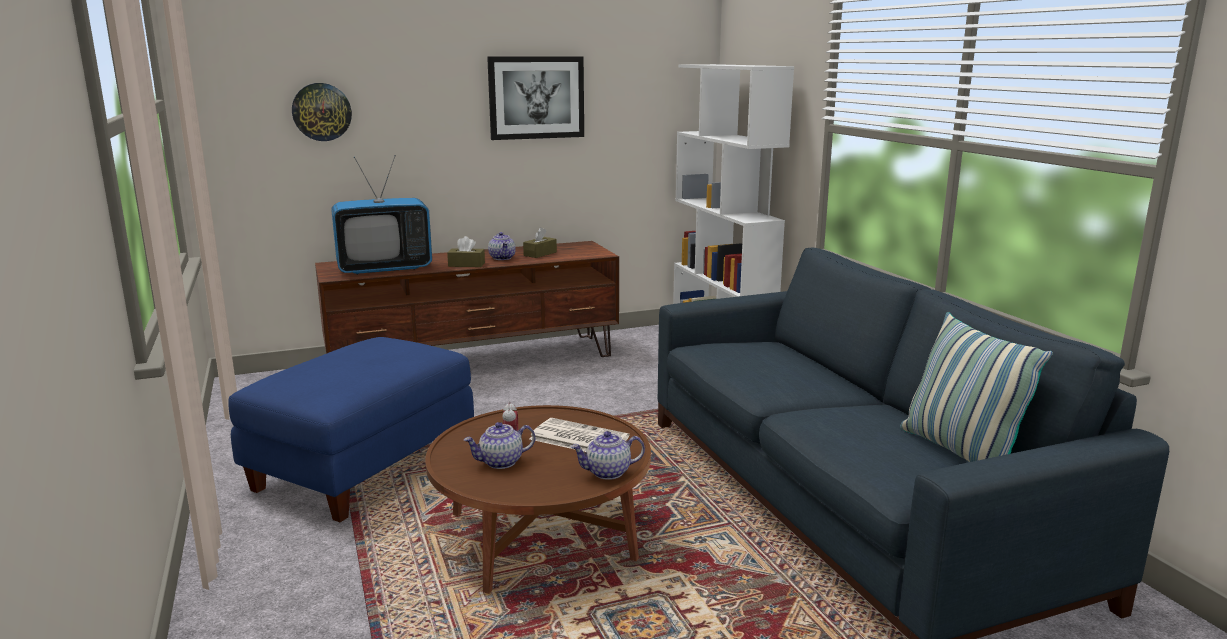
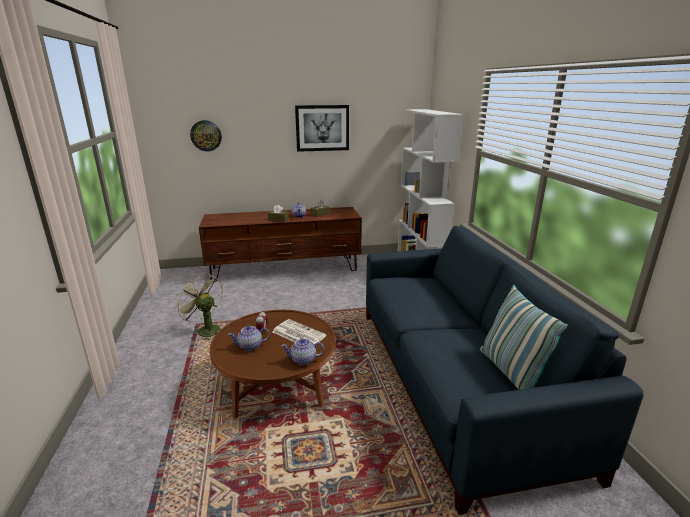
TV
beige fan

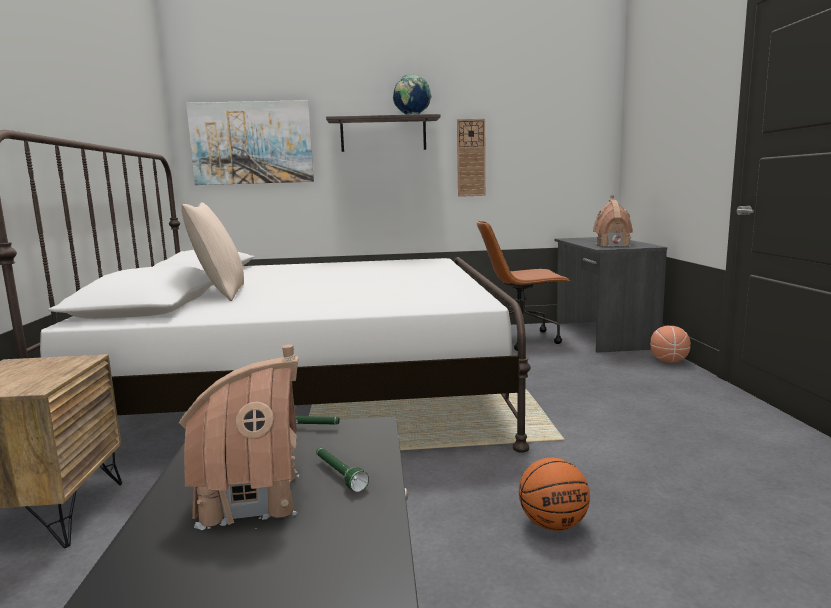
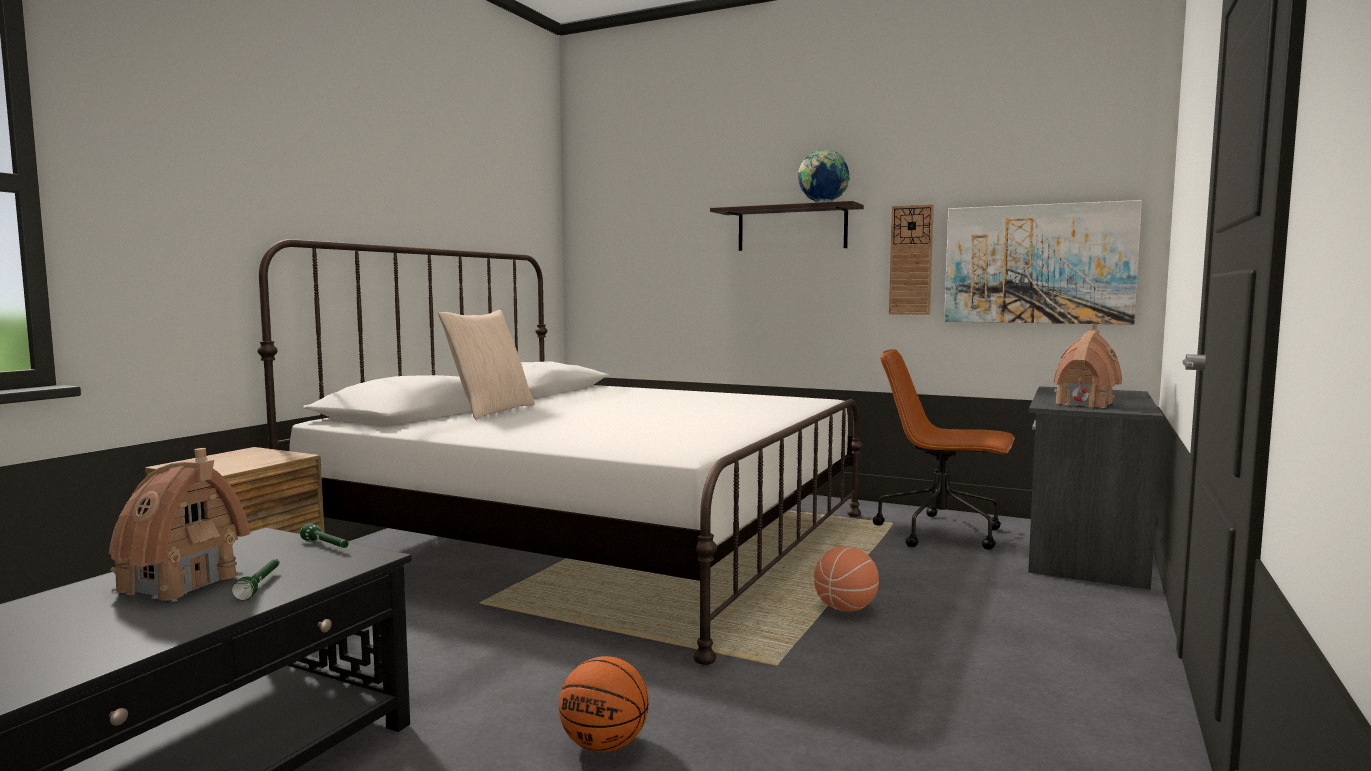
wall art
basketball (no. 2 from left)

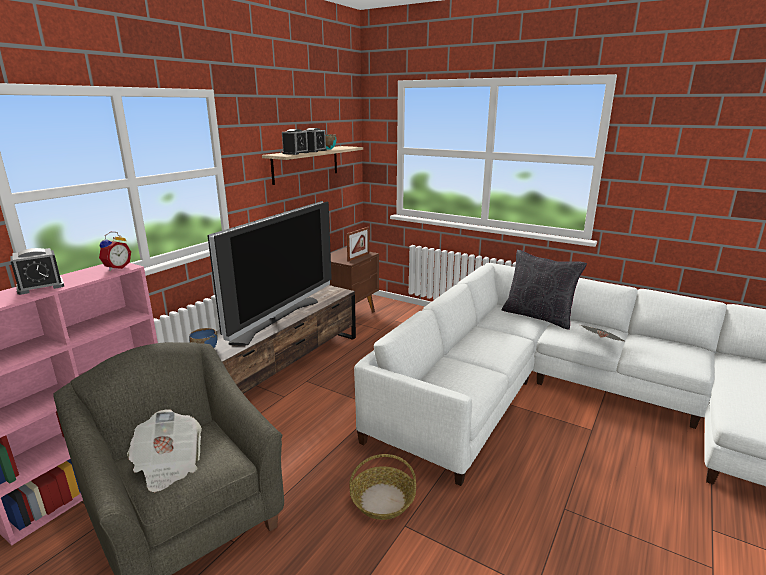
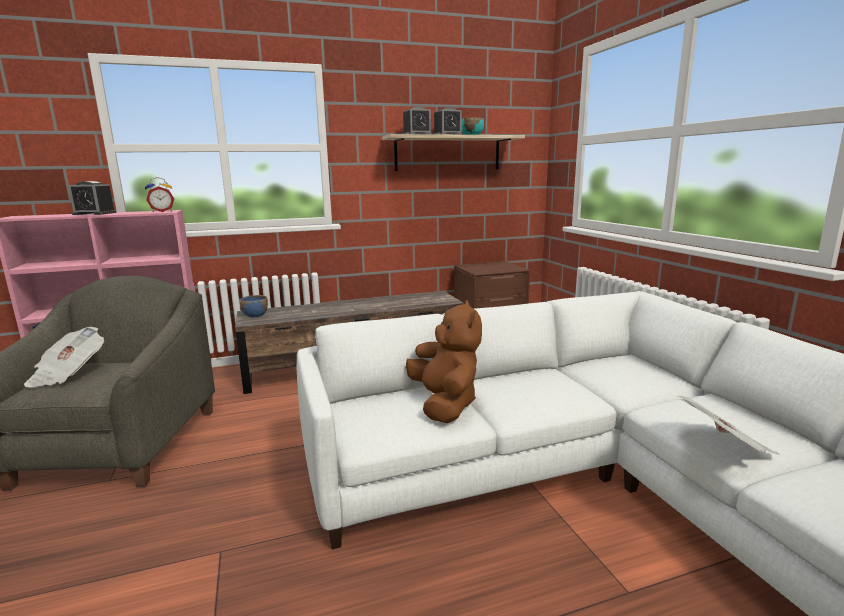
TV
picture frame
basket
black pillow
brown plush toy

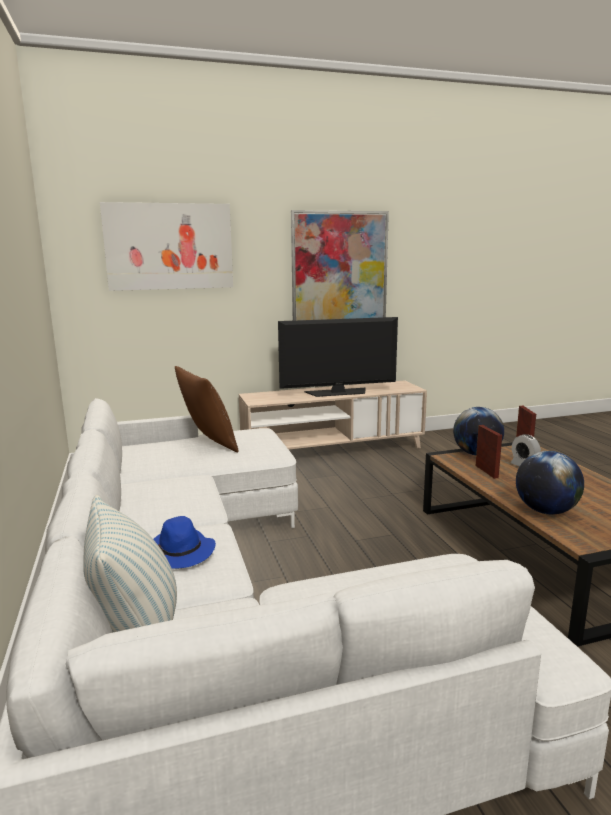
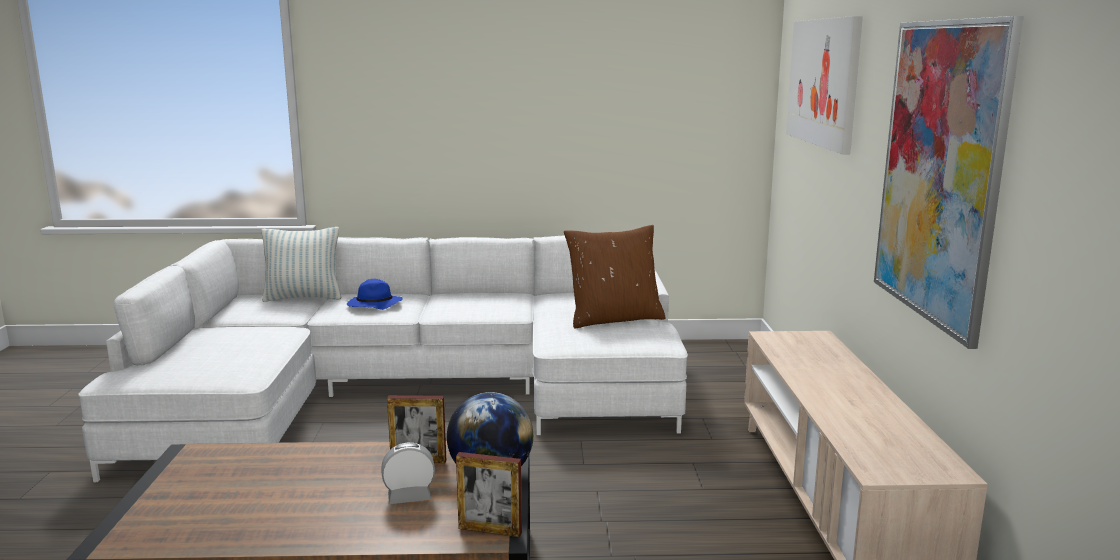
TV
world globe (no. 2 from left in the first image)

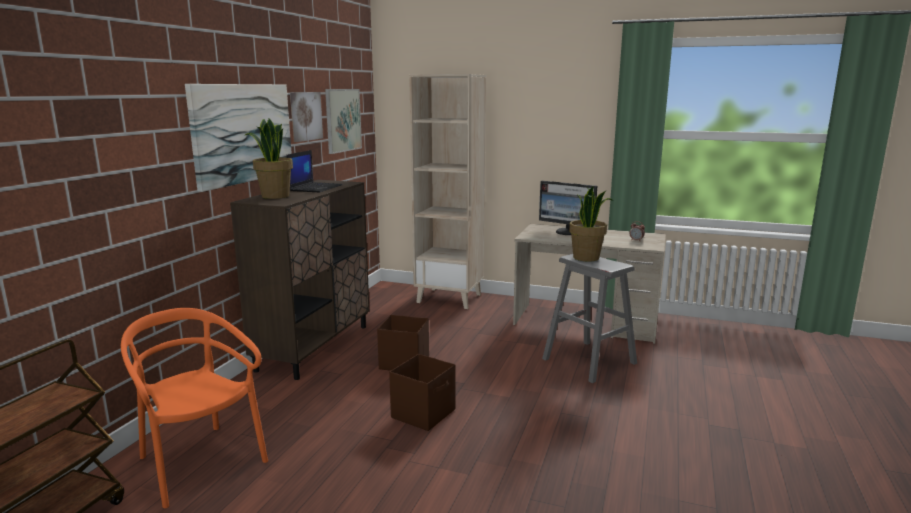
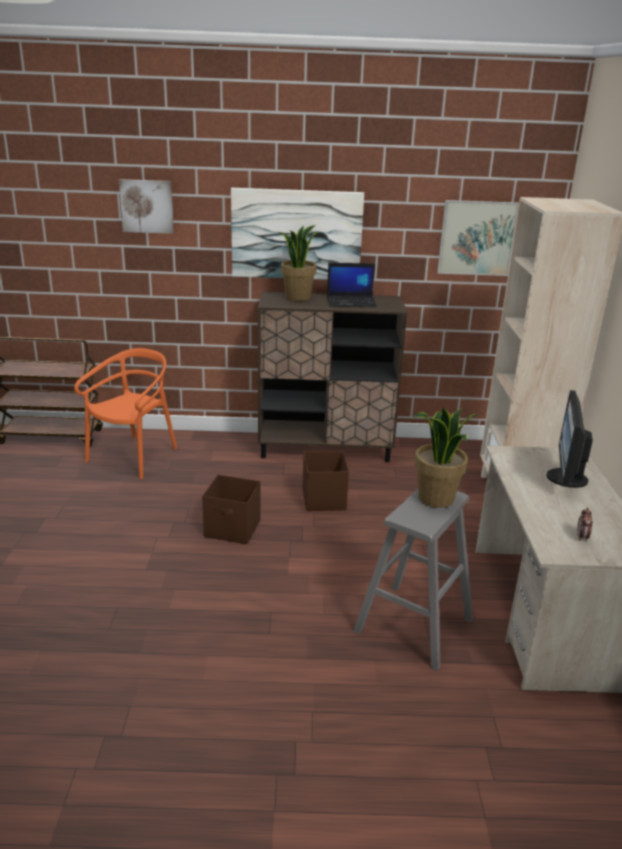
wall art (no. 1 from left)

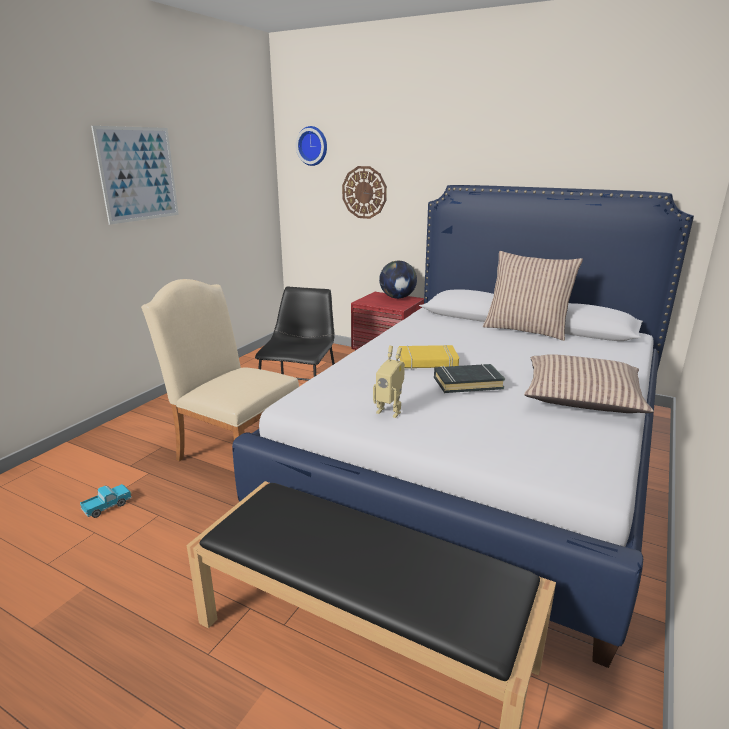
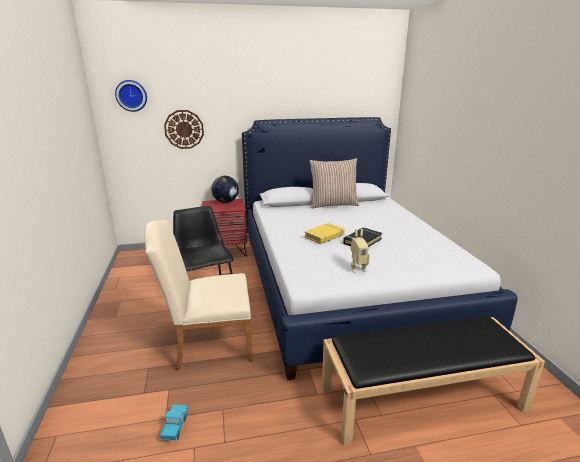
wall art
pillow (no. 2 from left in the first image)

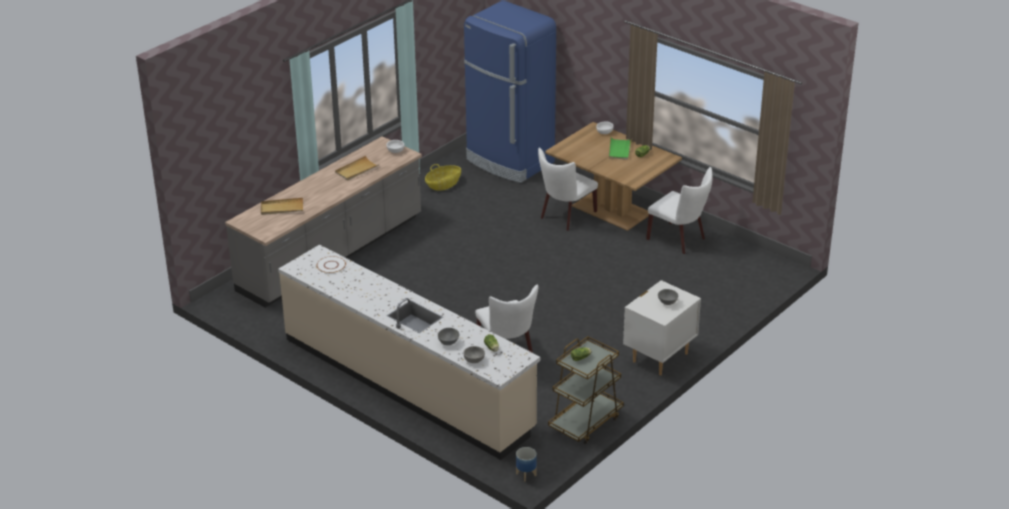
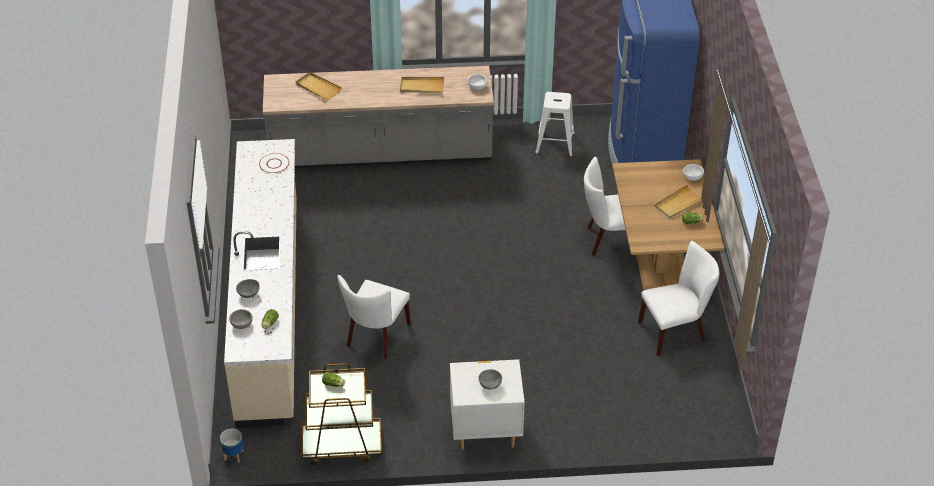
white stool seat
beige tray (no. 3 from left)
white plain chair (no. 3 from left)

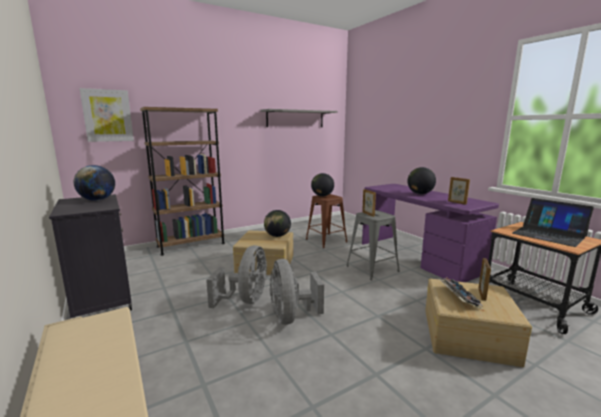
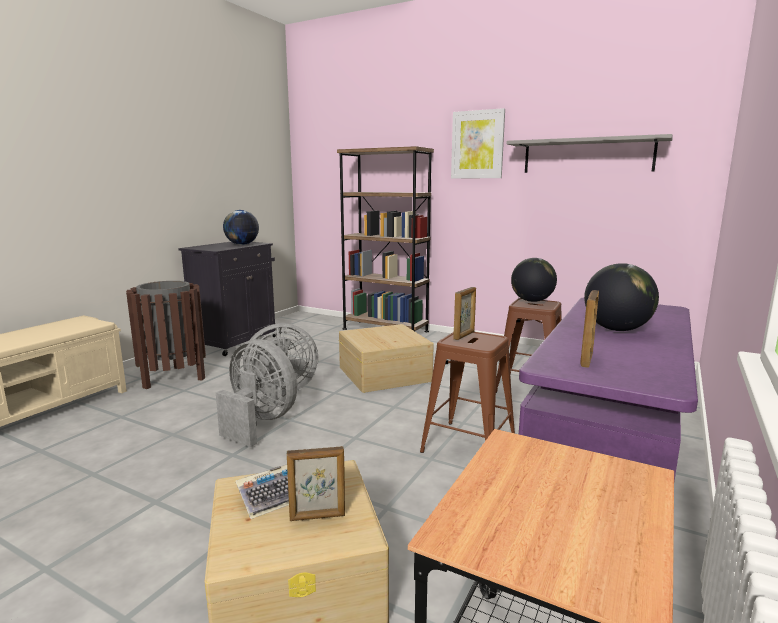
world globe (no. 2 from left in the first image)
notebook computer
brown waste bin
wall art
brown stool seat (no. 1 from left)
greyish fan (no. 1 from left)

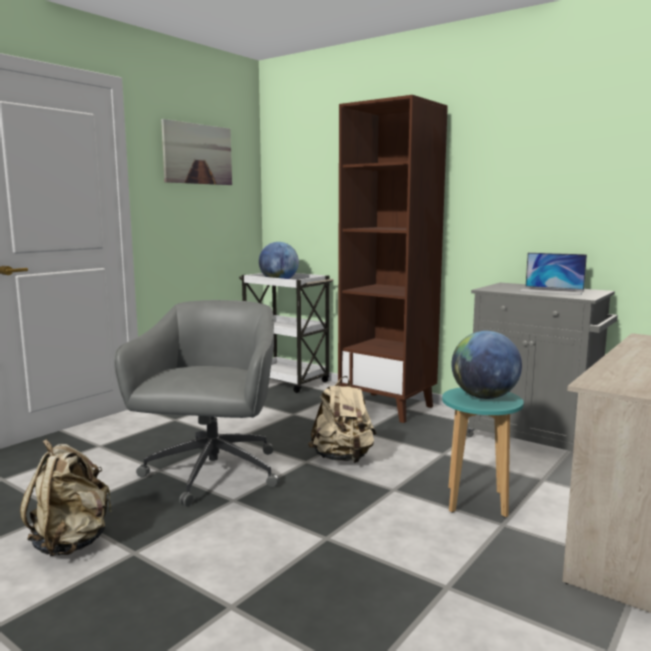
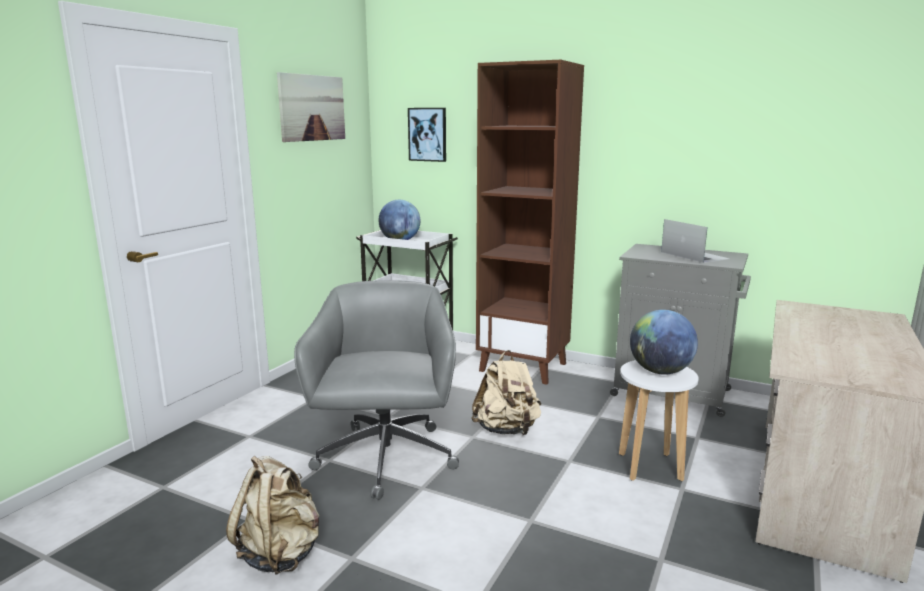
wall art (no. 2 from left)
white stool seat
notebook computer

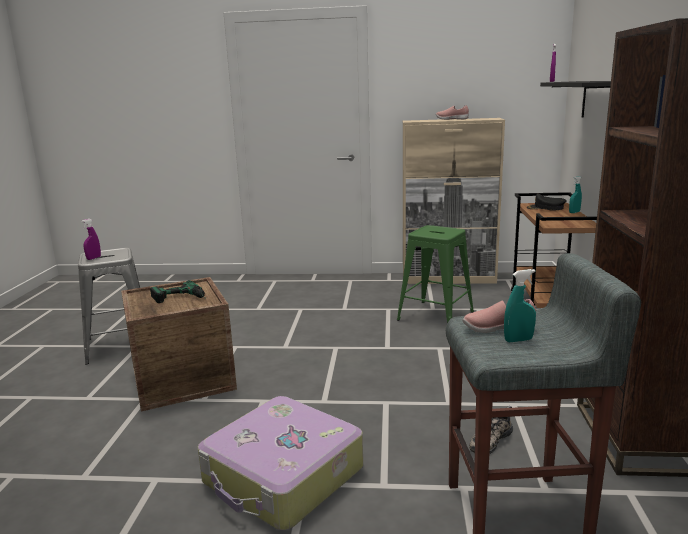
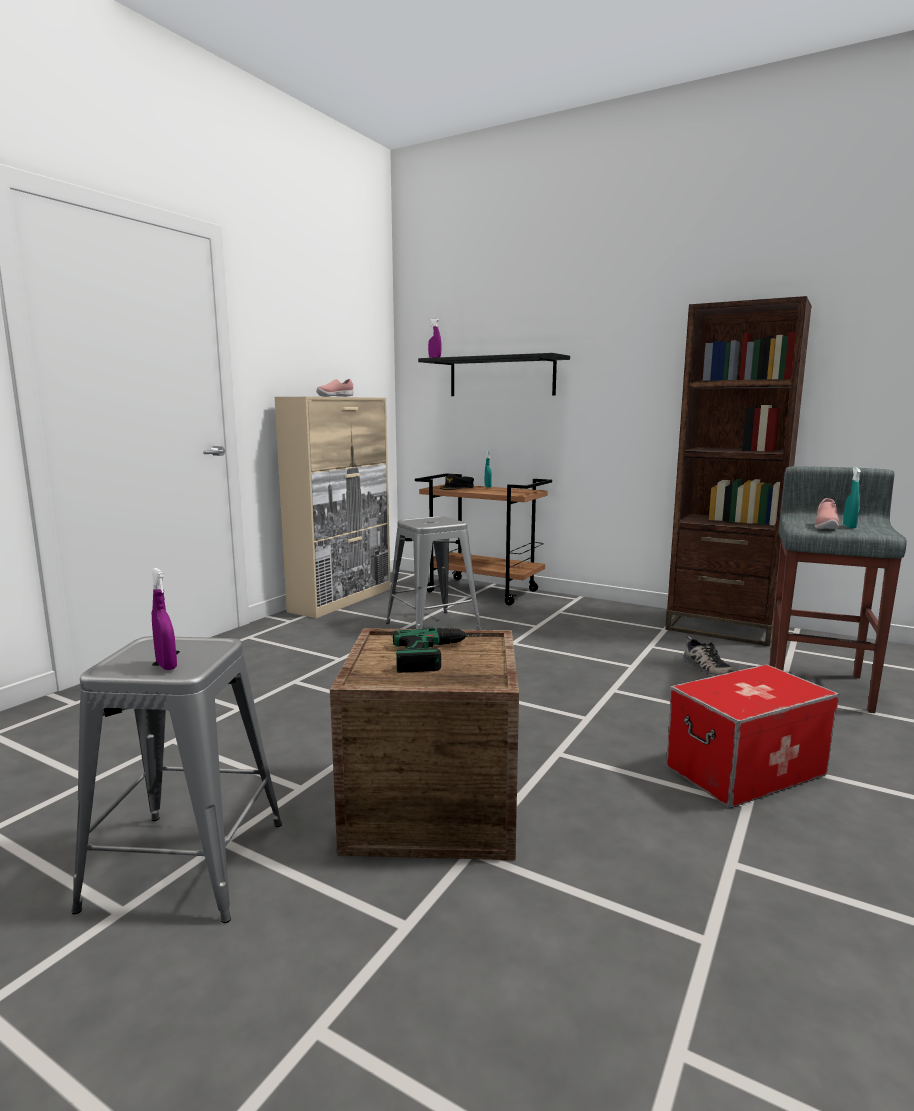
storage box
greyish stool seat (no. 2 from left)

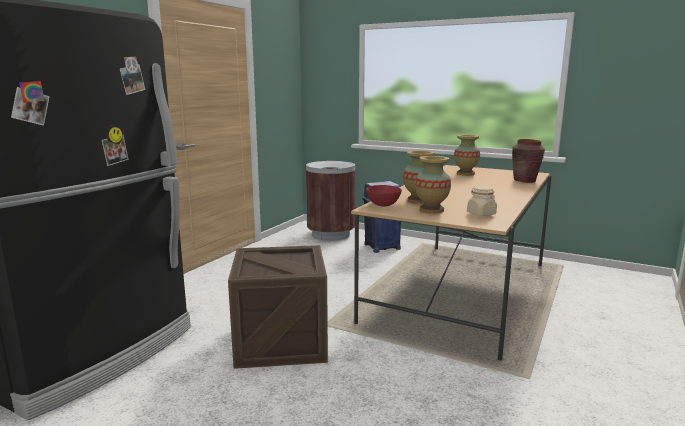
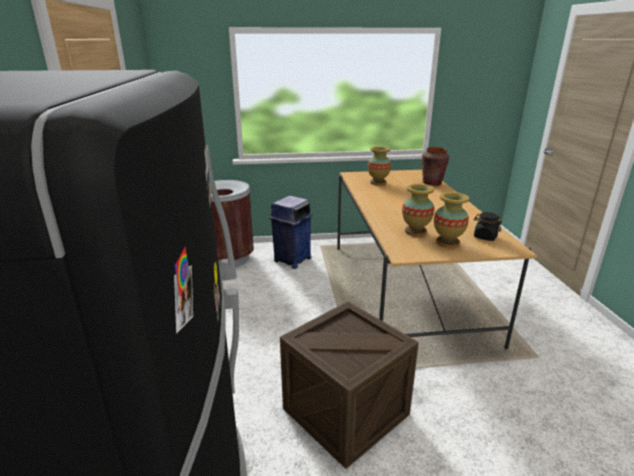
reddish deep dish
black jar

